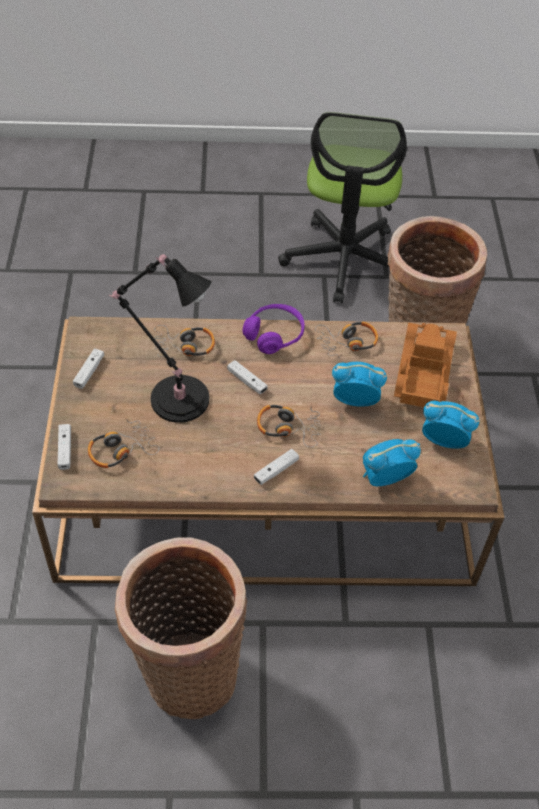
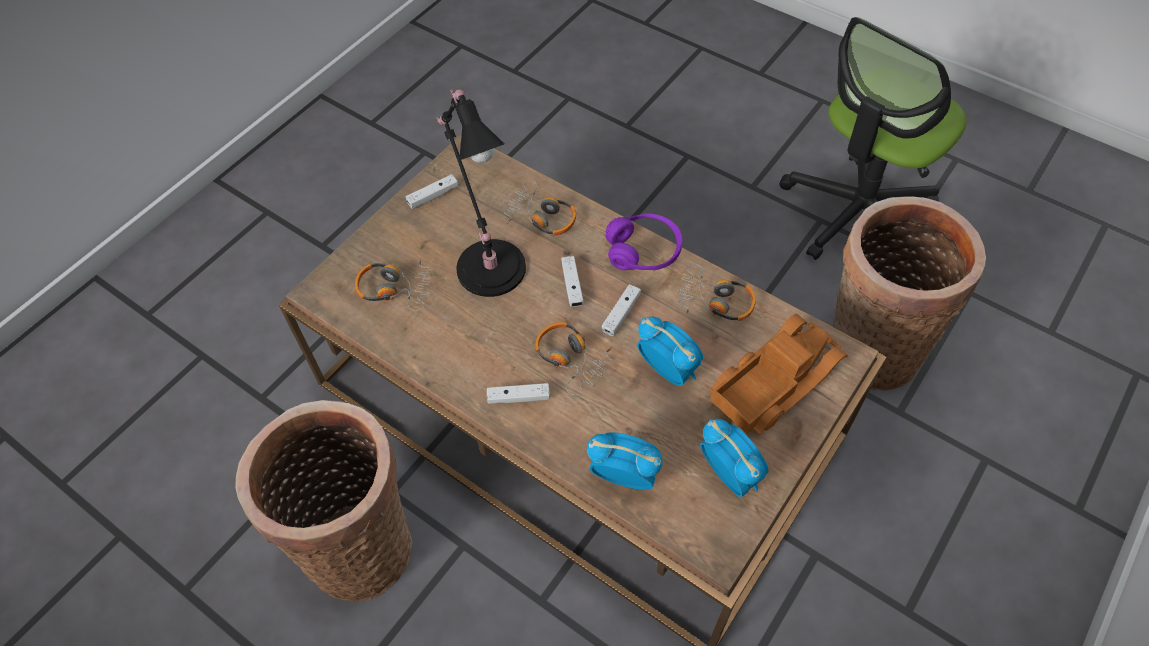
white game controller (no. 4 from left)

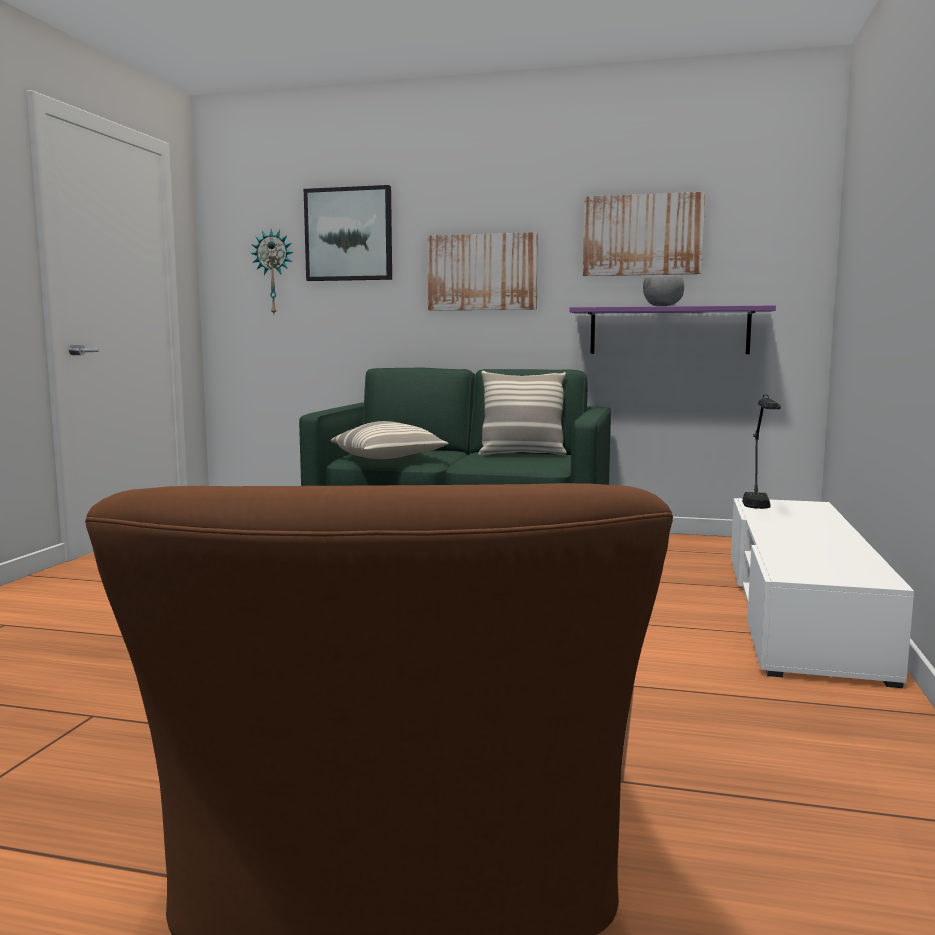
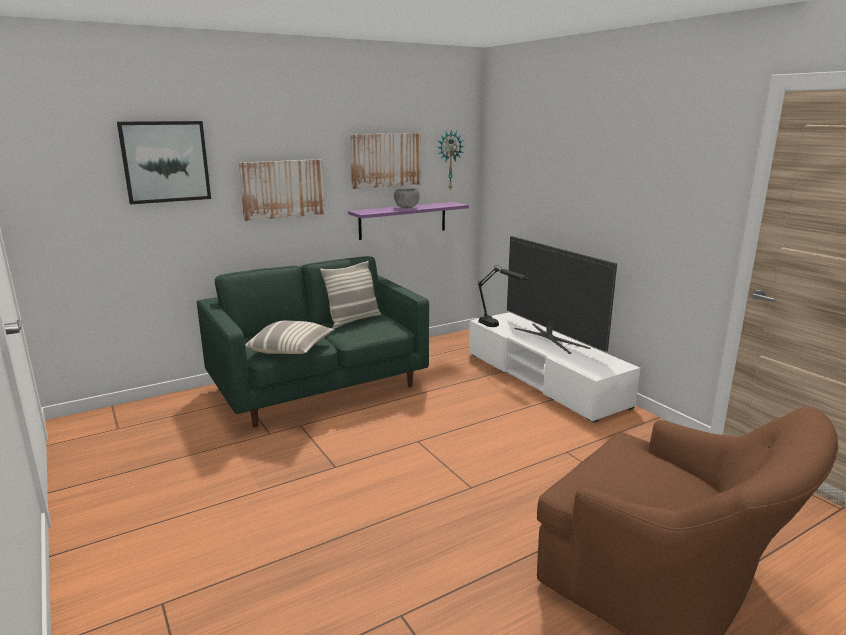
TV
wall clock

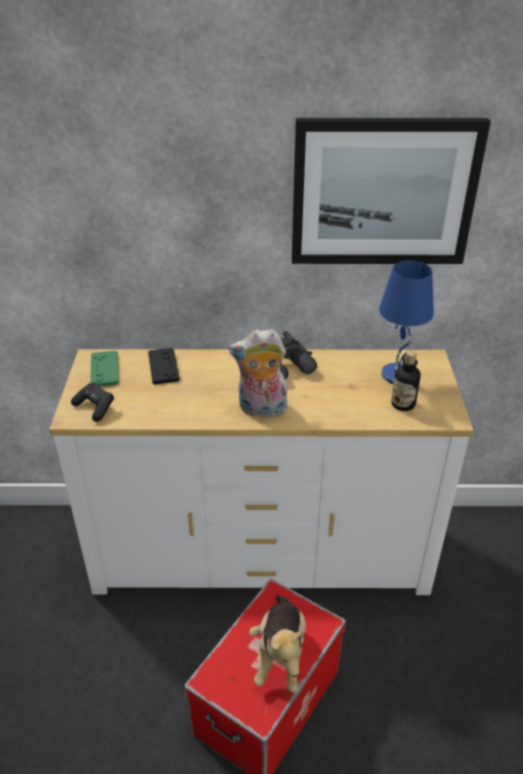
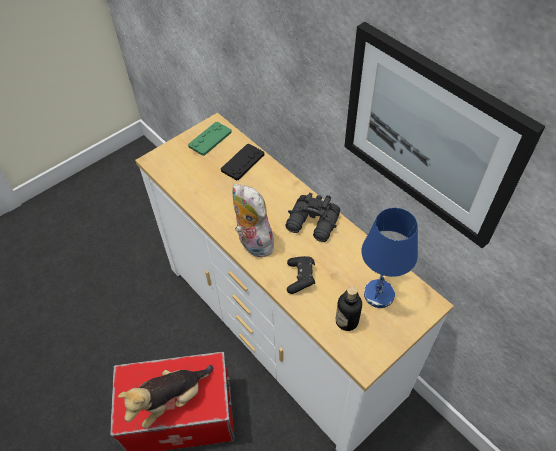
black game controller (no. 2 from left)

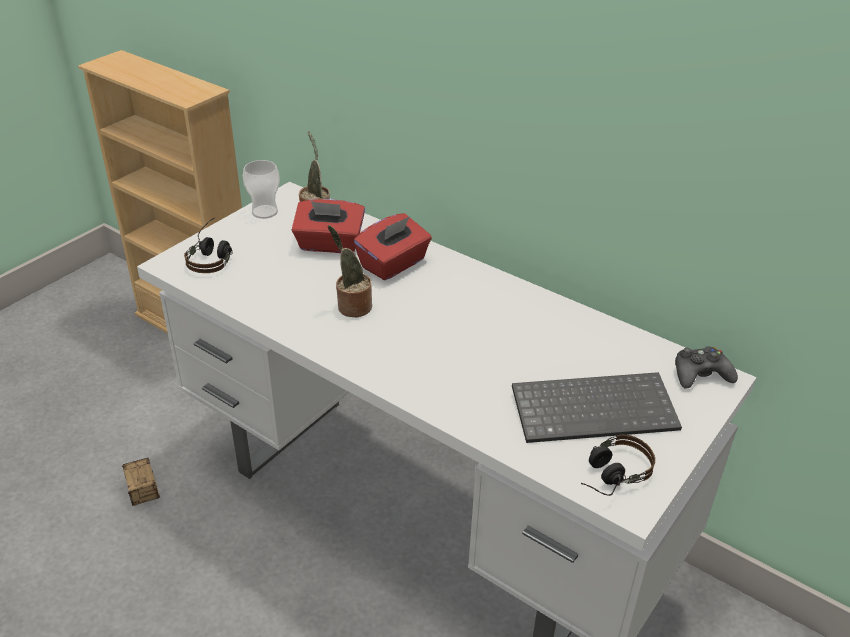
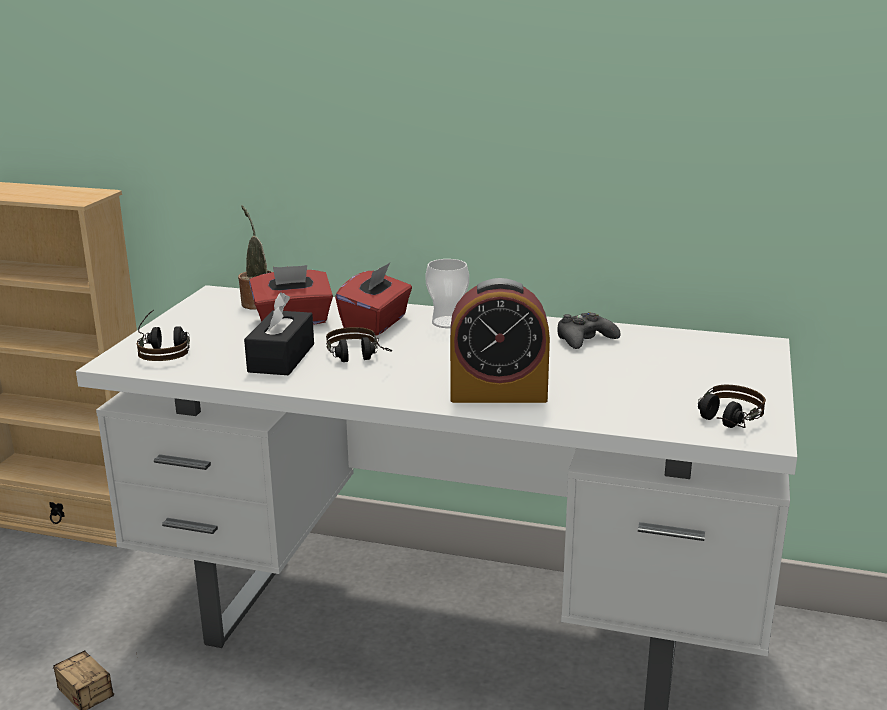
keyboard
black tissue holder
alarm clock
drinking cup
black game controller
headphones (no. 2 from left)

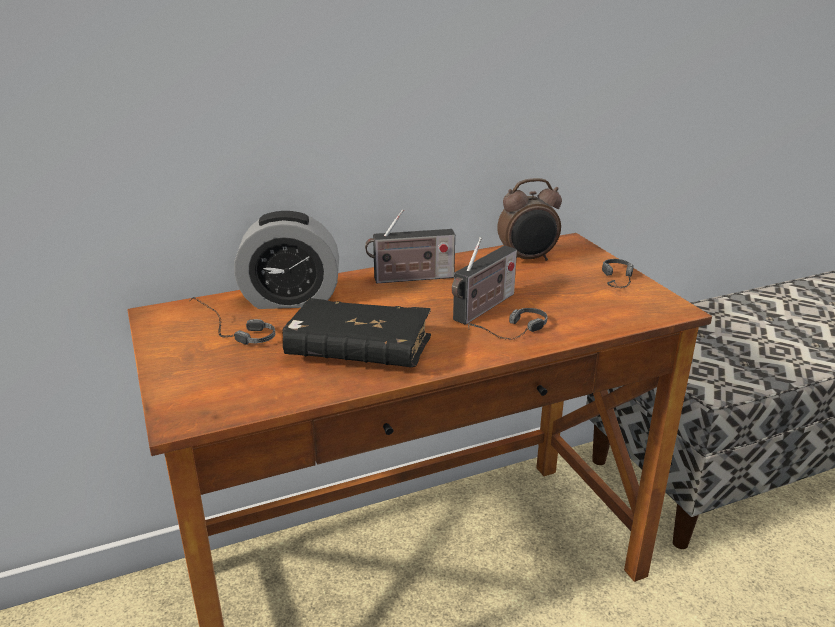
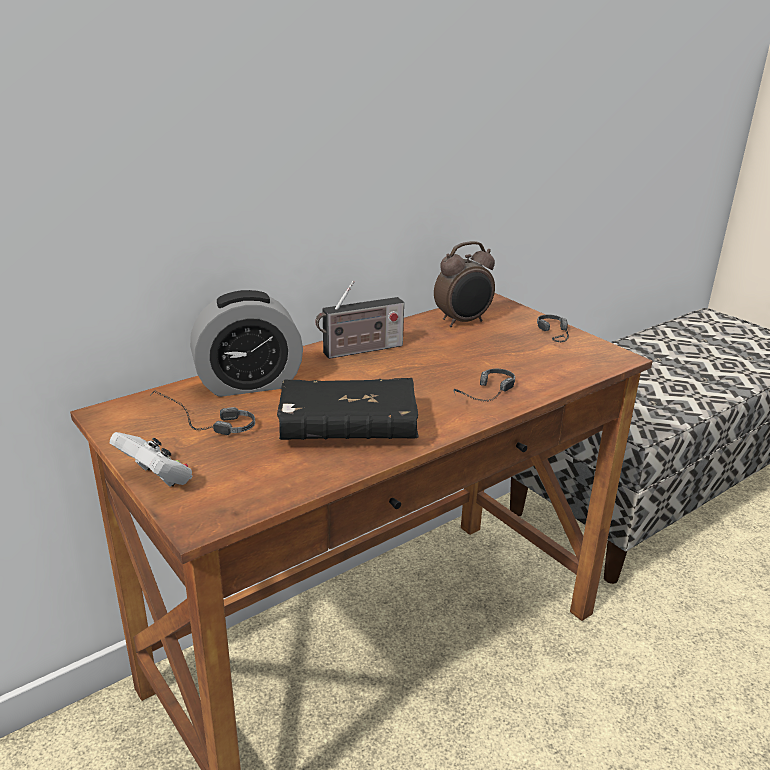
radio receiver (no. 2 from left in the first image)
white game controller

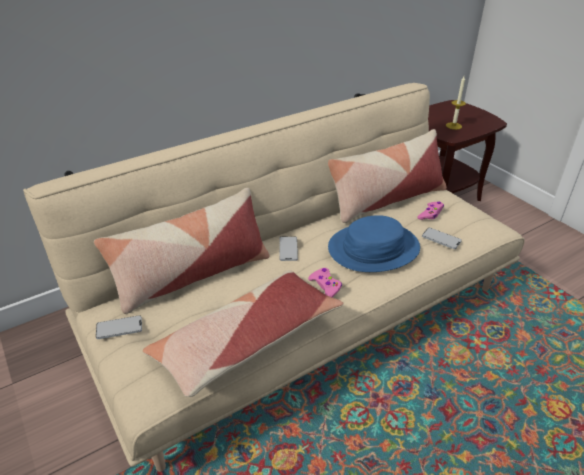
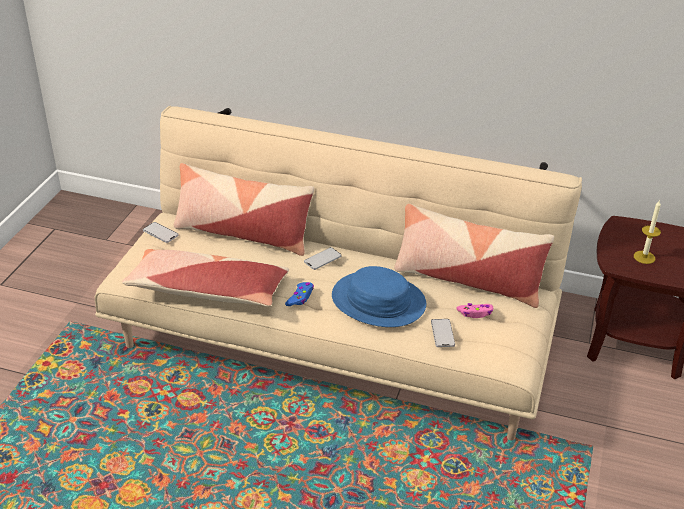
bluish game controller

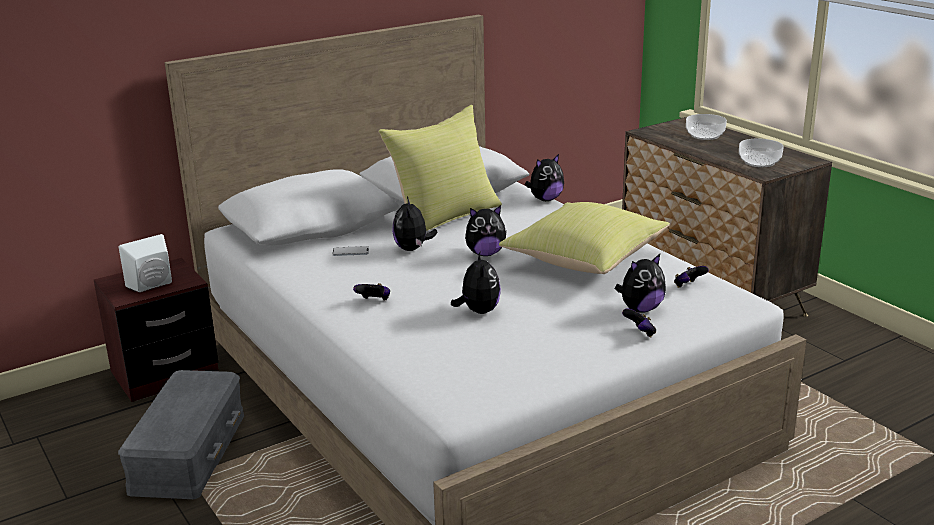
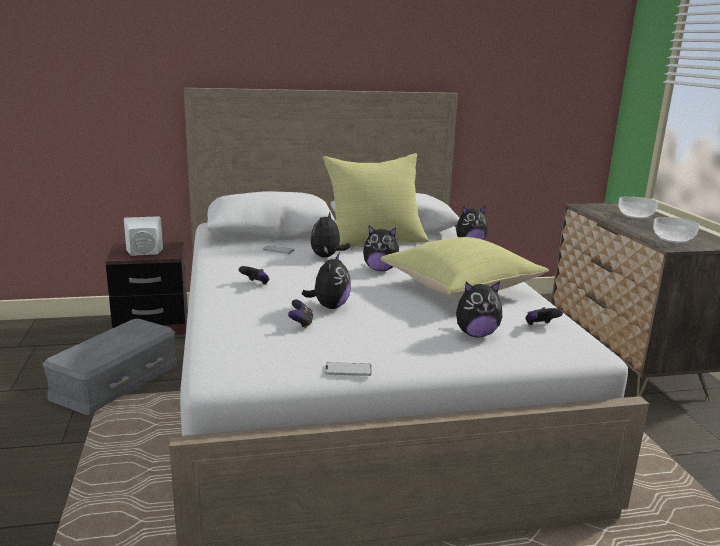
telephone (no. 2 from left)
game controller (no. 2 from left)

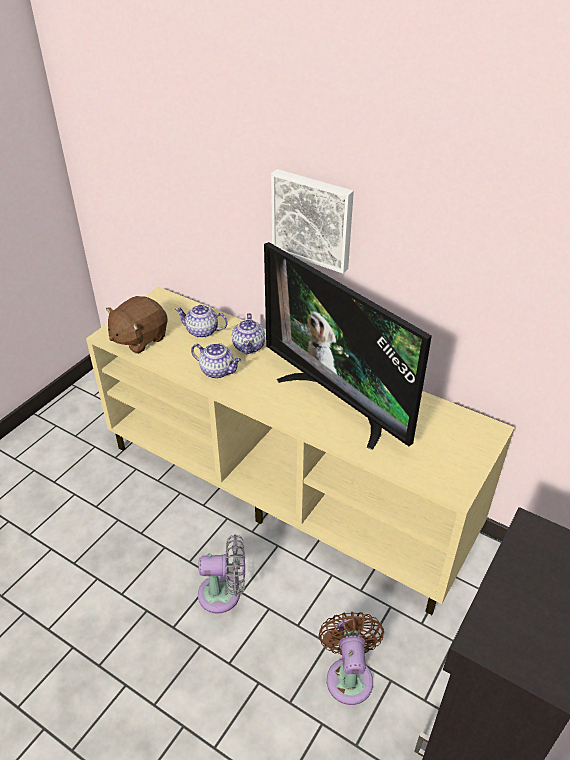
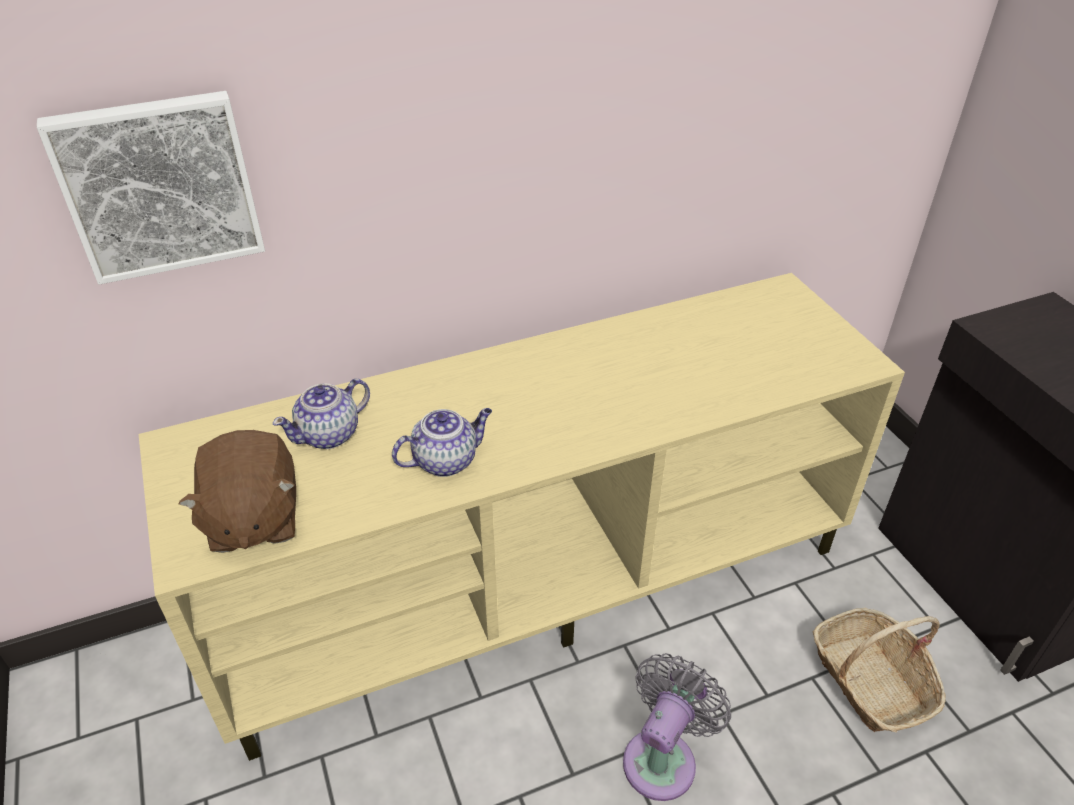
teapot (no. 3 from left in the first image)
TV
wall art
basket

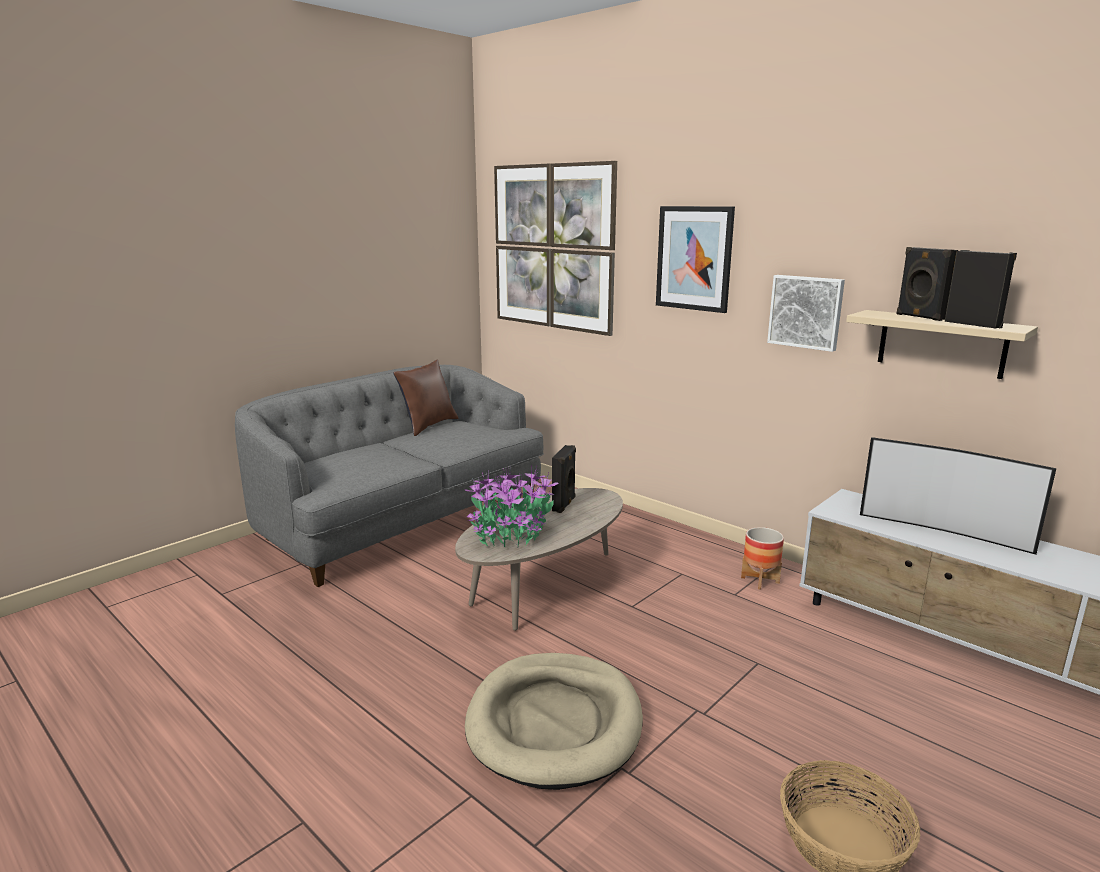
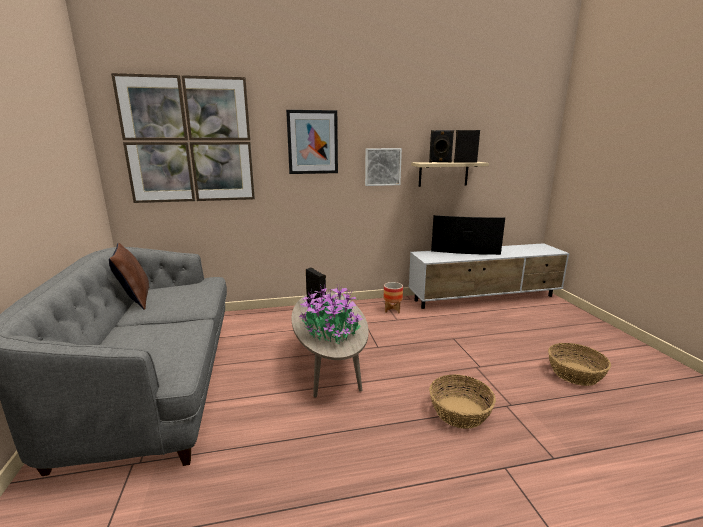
basket (no. 1 from left)
TV

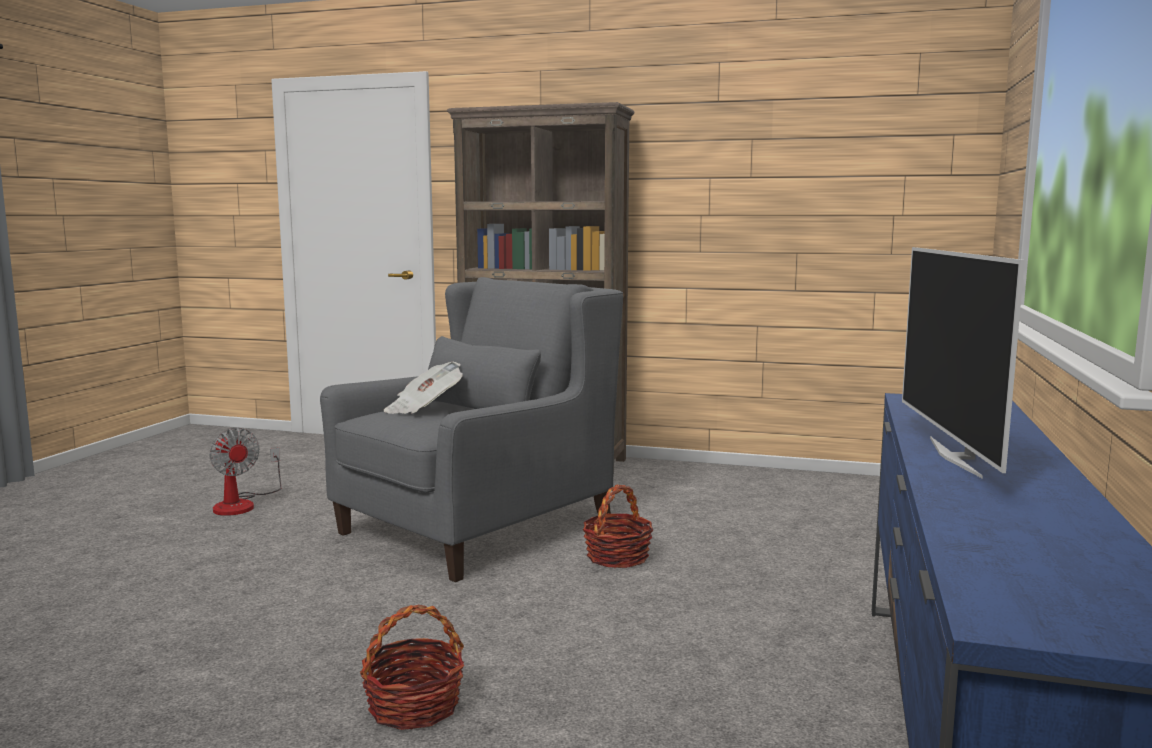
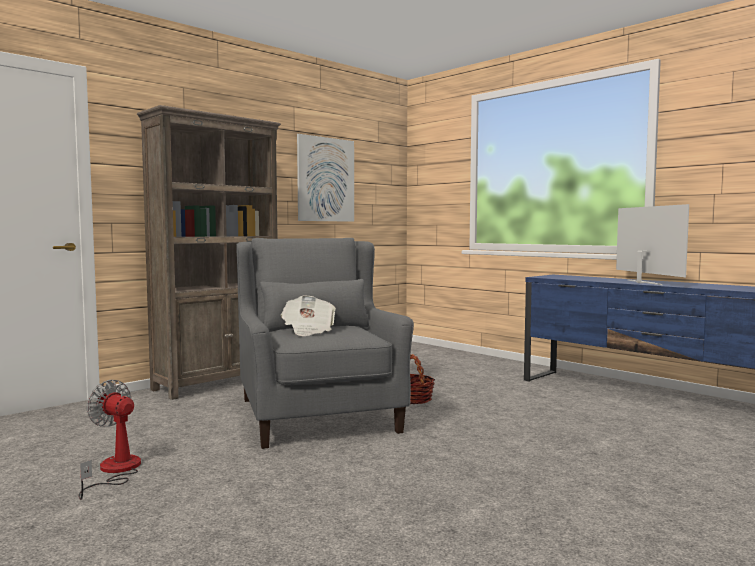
basket (no. 1 from left in the first image)
wall art
fan
TV

